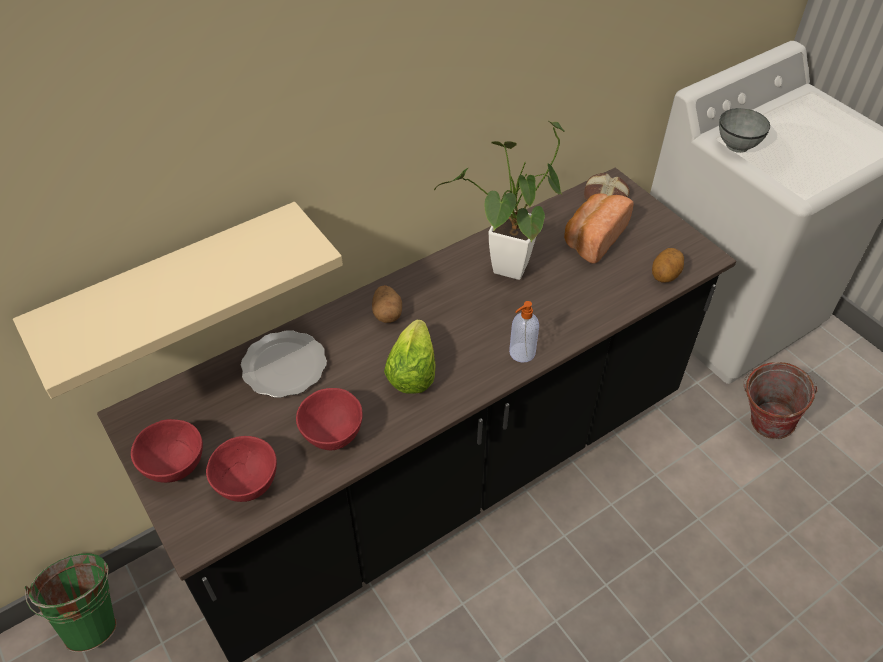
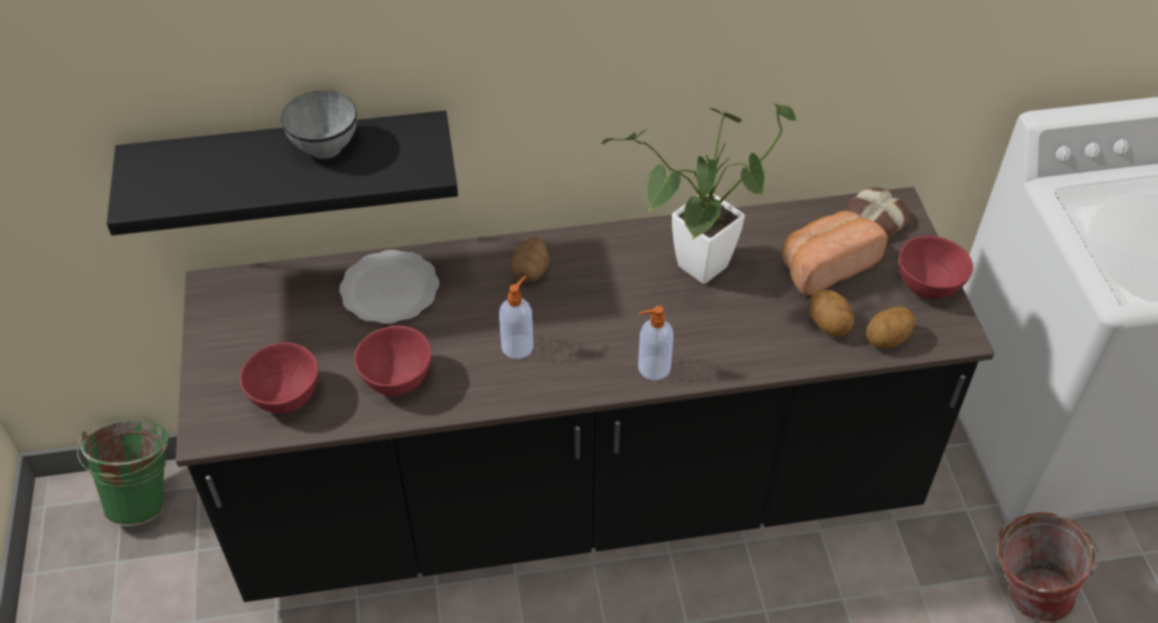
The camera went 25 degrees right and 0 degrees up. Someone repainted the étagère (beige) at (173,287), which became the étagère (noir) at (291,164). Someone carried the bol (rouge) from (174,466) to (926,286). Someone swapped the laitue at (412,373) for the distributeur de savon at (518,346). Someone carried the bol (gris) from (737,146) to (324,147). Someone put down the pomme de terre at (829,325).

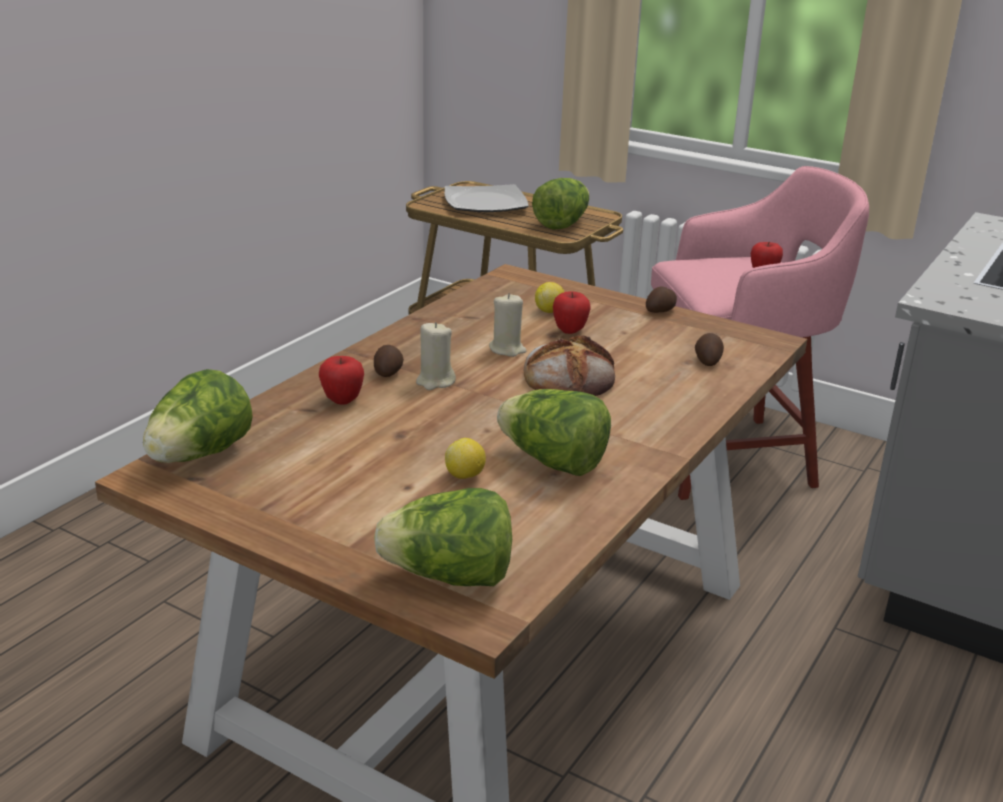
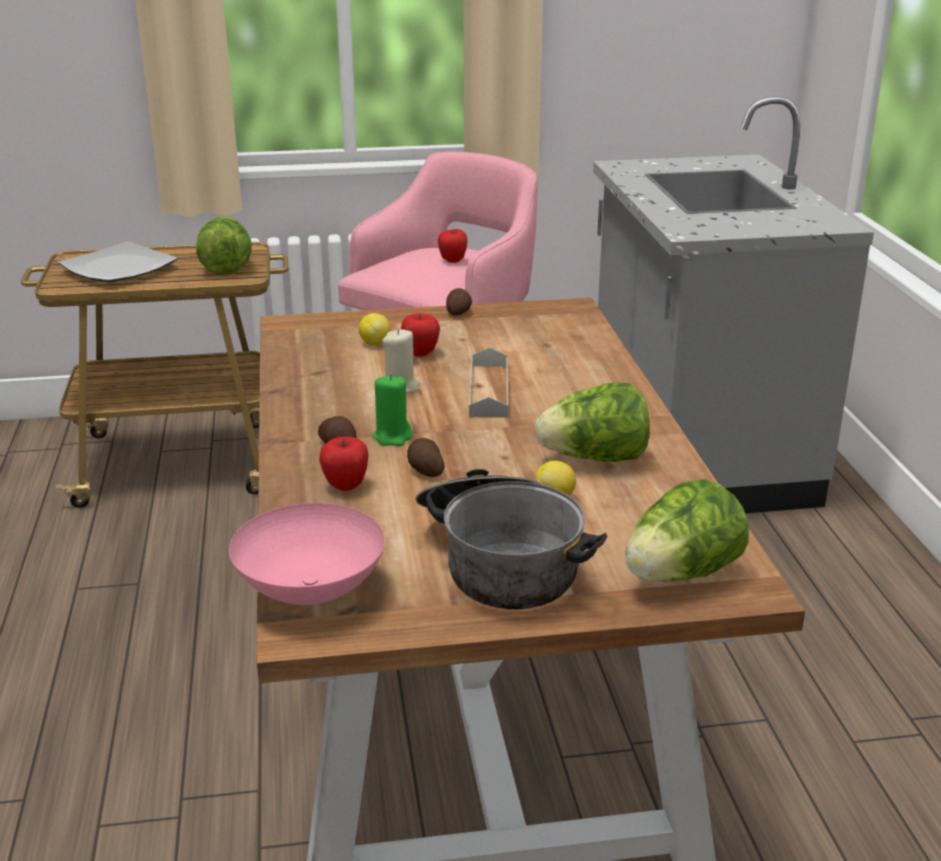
The camera went 40 degrees left and 0 degrees up. Someone swapped the laitue at (200,455) for the bol (rose) at (313,590). Someone repainted the bougie (beige) at (435,381), which became the bougie (vert) at (392,437). Someone swapped the pain at (570,377) for the plateau (gris) at (488,390). Someone carried the pomme de terre from (707,360) to (425,470). Someone put down the marmite at (501,561).

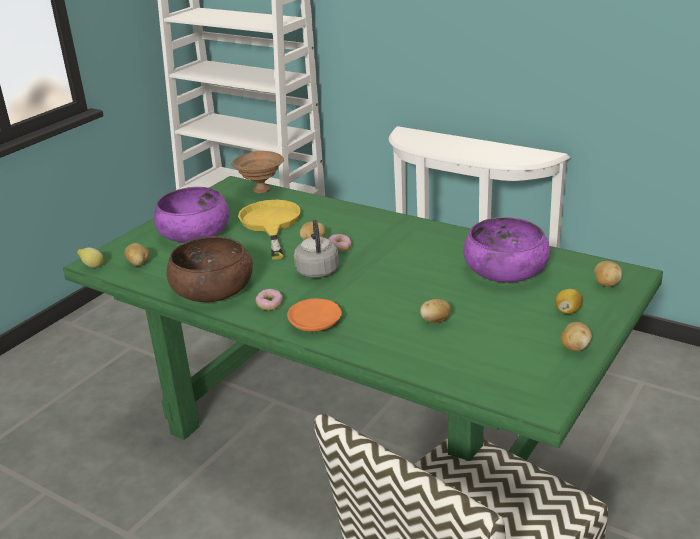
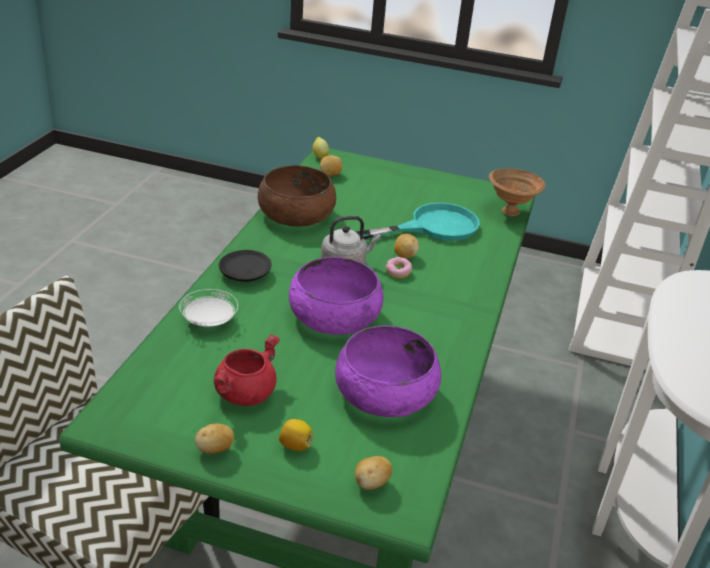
The camera went 70 degrees right and 5 degrees up. Someone carried the bol (violet) from (194,232) to (334,316). Someone repainted the poêle (jaune) at (270,224), which became the poêle (turquoise) at (433,227). Someone took away the beignet at (269,305). Someone repainted the assiette (orange) at (315,323), which became the assiette (noir) at (244,273). Someone took away the pomme de terre at (435,321). Someone put down the assiette (blanc) at (209,321). Someone put down the marmite (rouge) at (245,393).

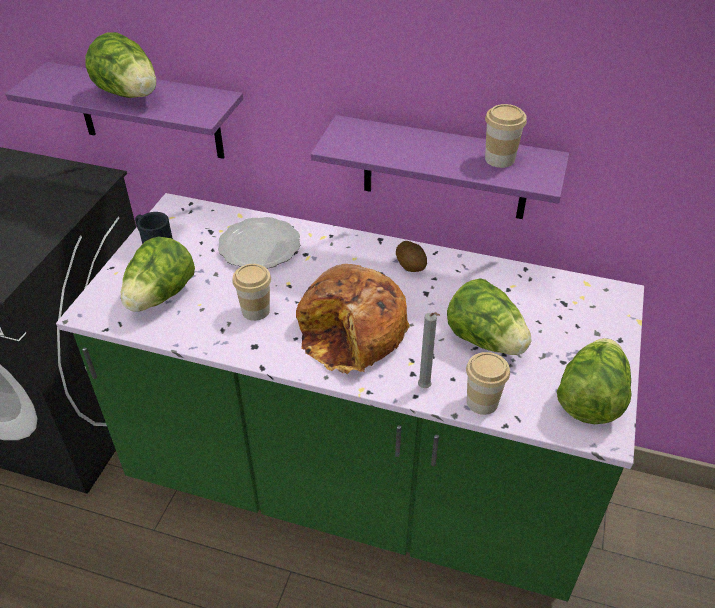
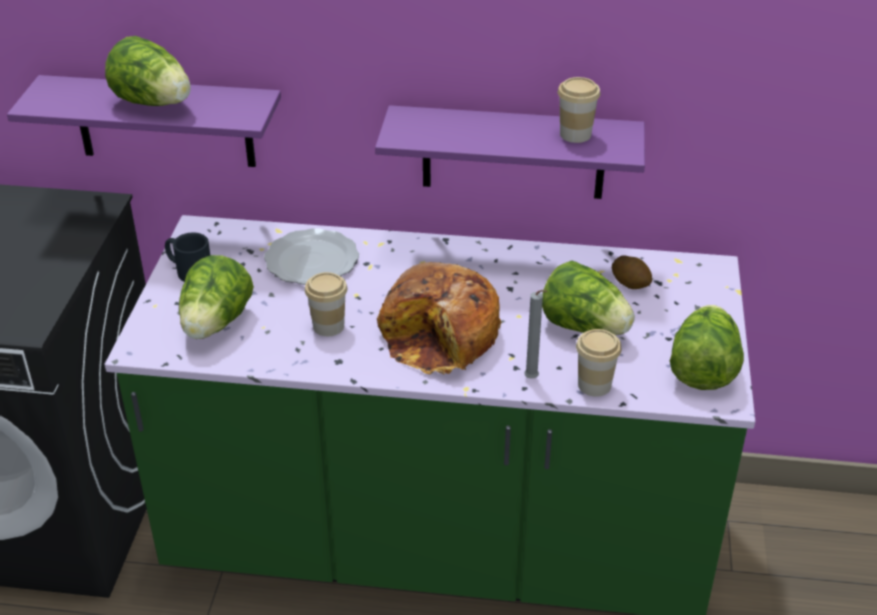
The camera went 10 degrees left and 5 degrees down. Someone carried the pomme de terre from (411,265) to (631,283).

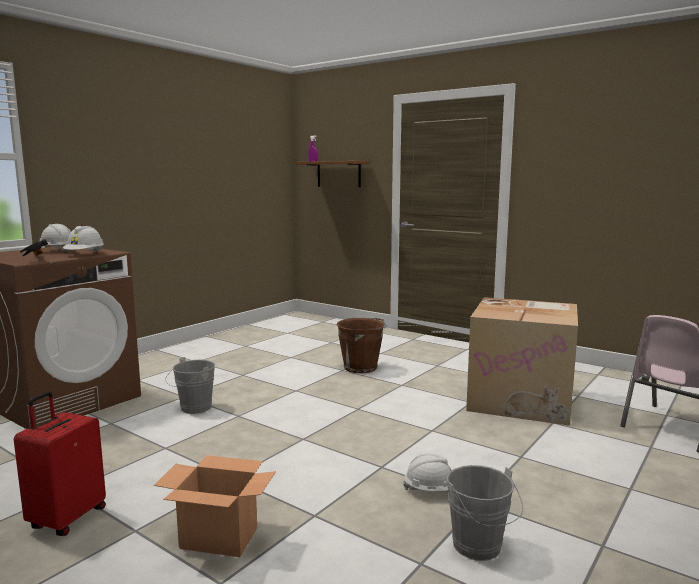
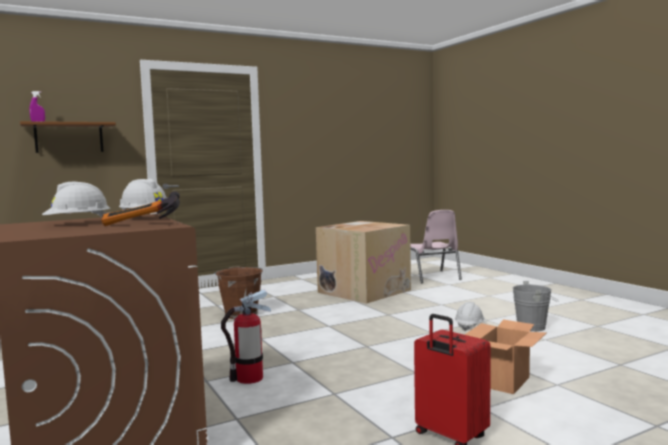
The camera went 65 degrees left and 5 degrees down. Someone swapped the seau (gris) at (193,409) for the extincteur at (249,378).

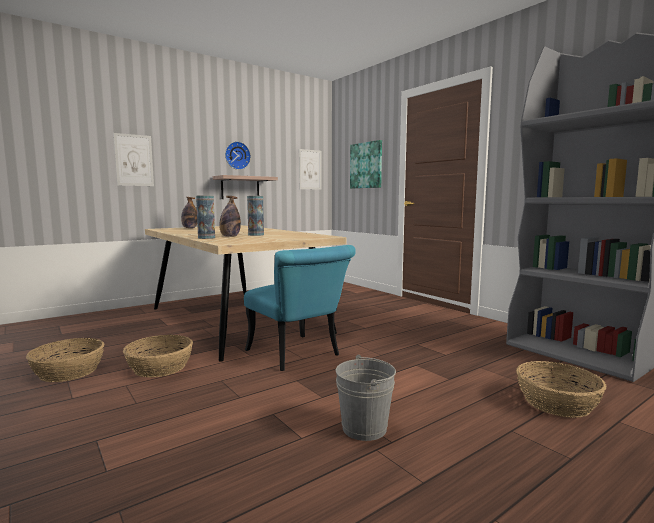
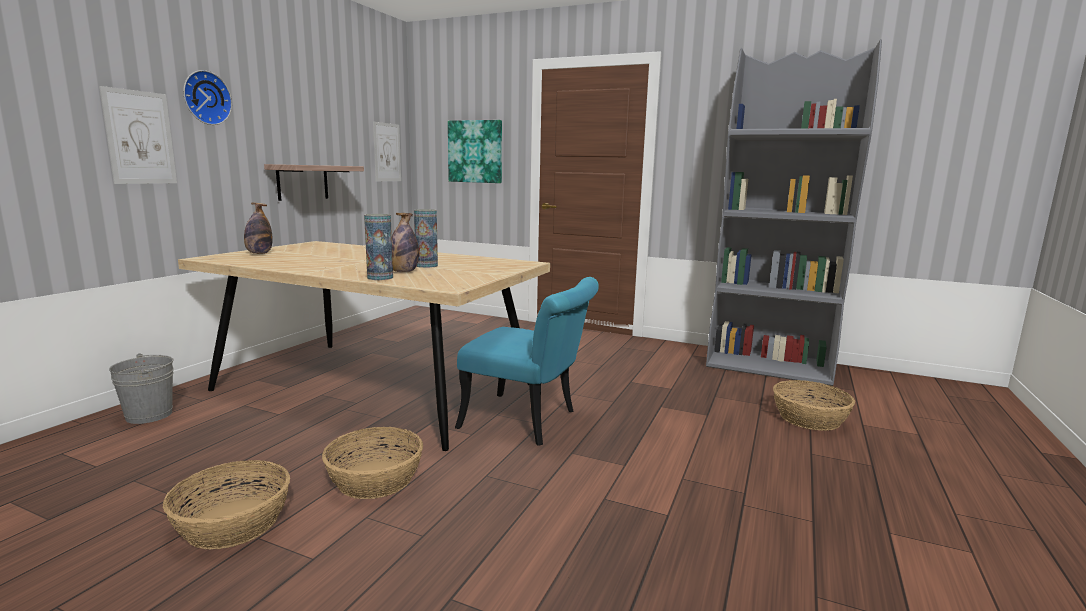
The camera went 30 degrees left and 5 degrees up. Someone carried the horloge murale from (237,155) to (205,98). Someone carried the seau (gris) from (364,428) to (149,415).

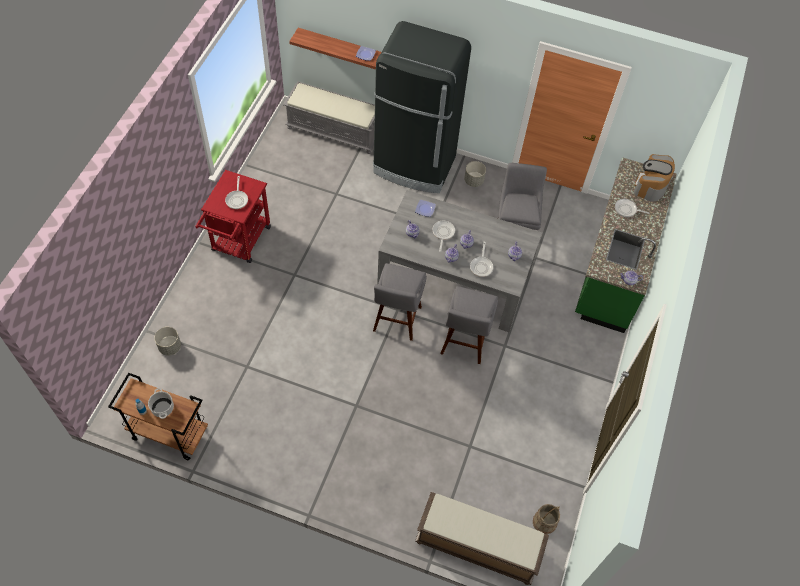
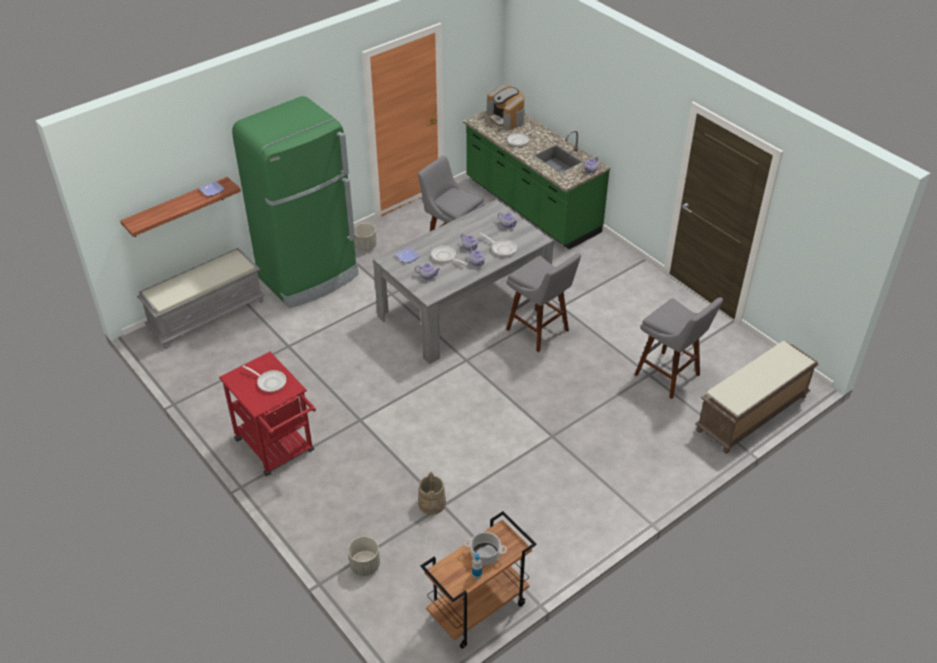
The camera went 55 degrees left and 15 degrees down. Someone repainted the réfrigérateur (noir) at (414,166), which became the réfrigérateur (vert) at (309,277). Someone carried the tabouret (gris) from (396,321) to (670,376). Someone carried the seau (beige) from (544,522) to (432,503).

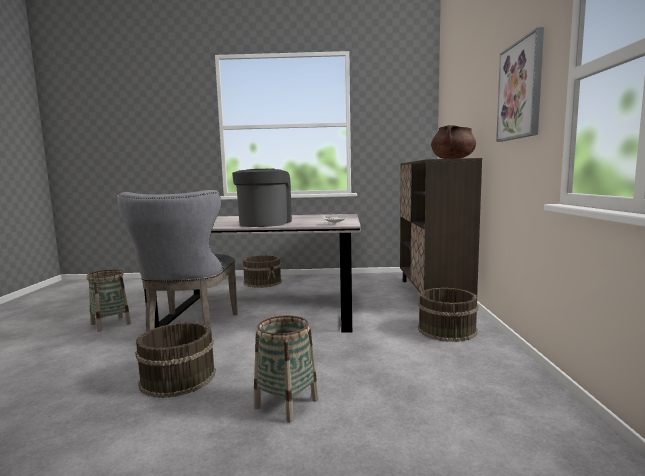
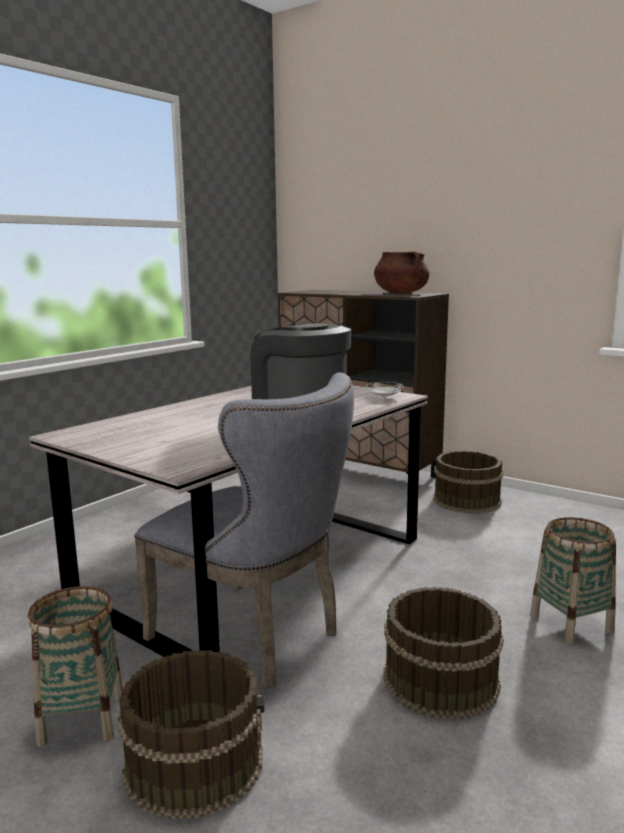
The camera went 55 degrees left and 5 degrees up. Someone carried the seau (marron) from (263,282) to (195,762). Someone took away the tableau at (520,90).

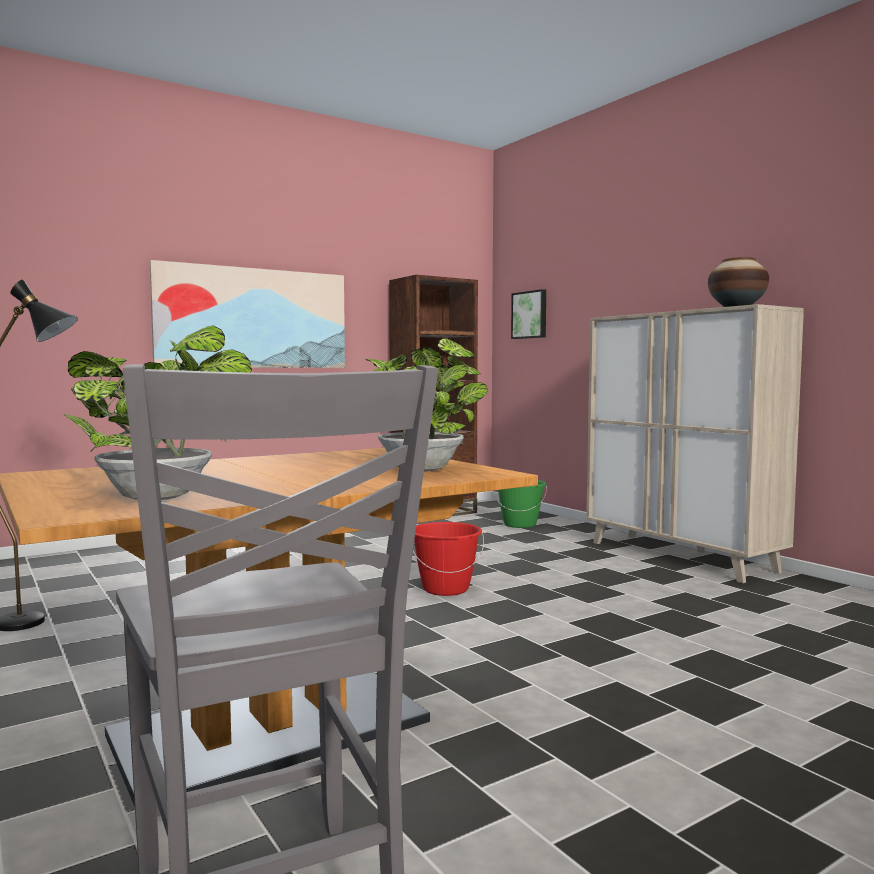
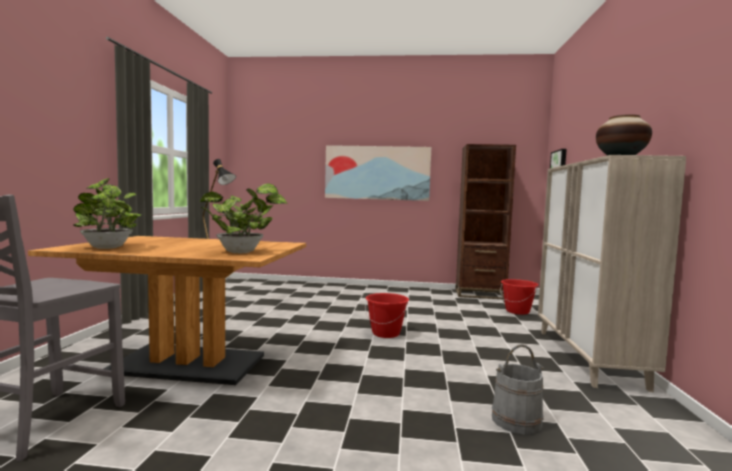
The camera went 40 degrees right and 0 degrees up. Someone repainted the seau (vert) at (520,524), which became the seau (rouge) at (517,311). Someone put down the seau (gris) at (516,421).

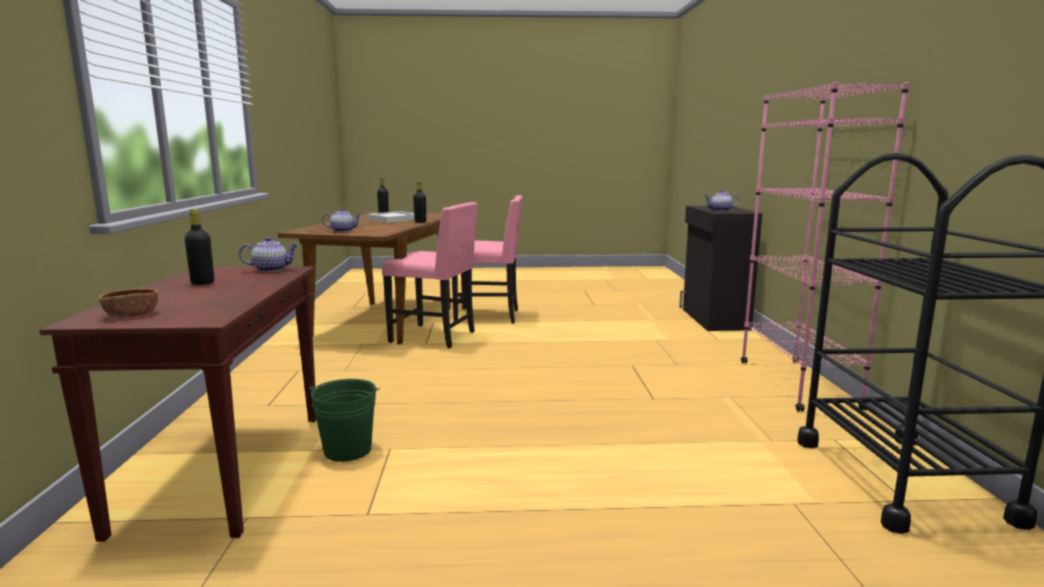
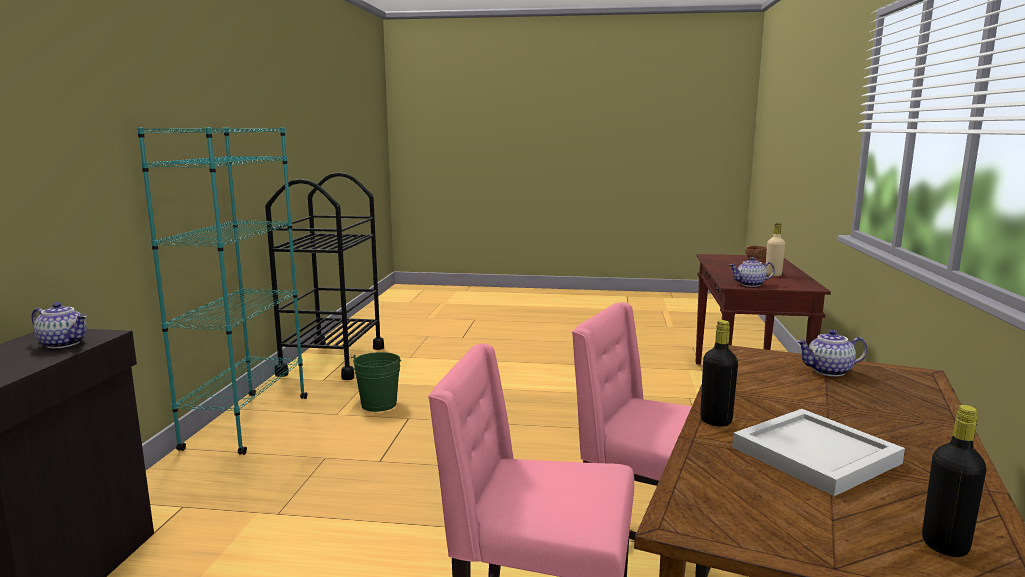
The camera went 170 degrees left and 0 degrees up. Someone repainted the bouteille (noir) at (202,283), which became the bouteille (beige) at (773,275). Someone carried the seau (vert) from (348,450) to (378,404). Someone repainted the bibliothèque (rose) at (797,383), which became the bibliothèque (turquoise) at (247,422).

